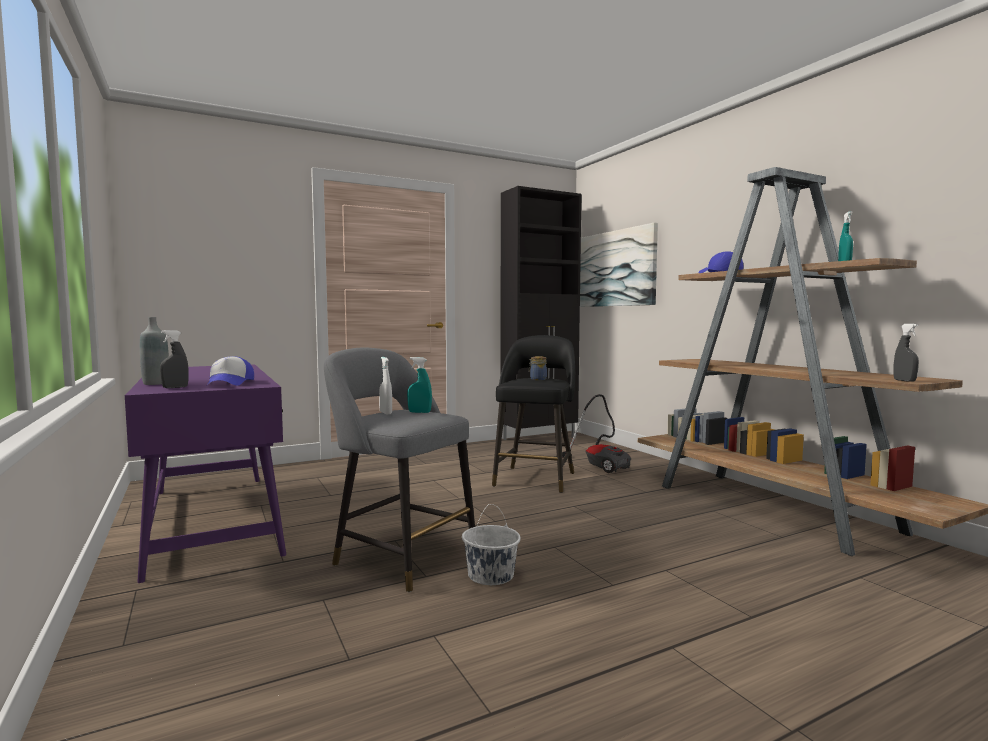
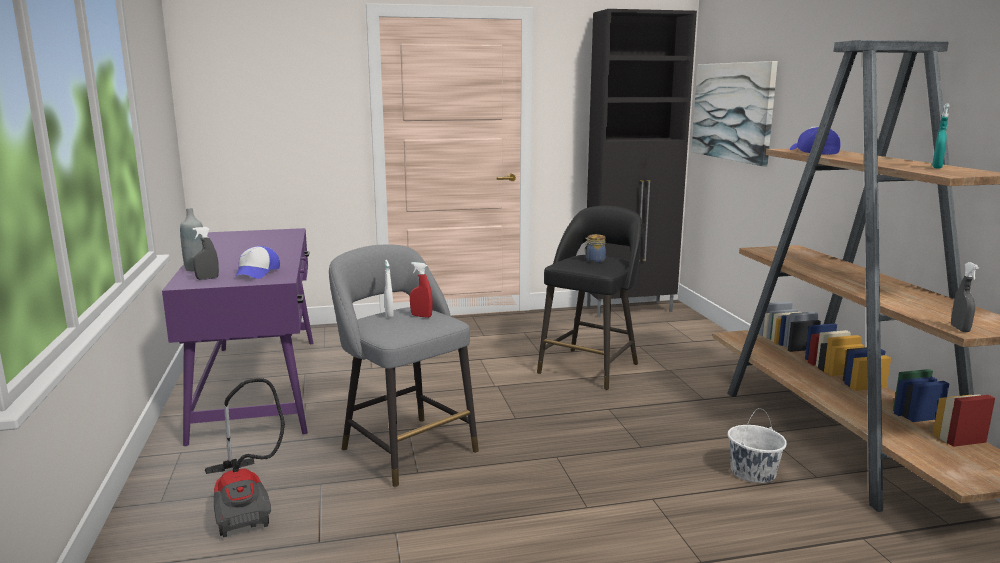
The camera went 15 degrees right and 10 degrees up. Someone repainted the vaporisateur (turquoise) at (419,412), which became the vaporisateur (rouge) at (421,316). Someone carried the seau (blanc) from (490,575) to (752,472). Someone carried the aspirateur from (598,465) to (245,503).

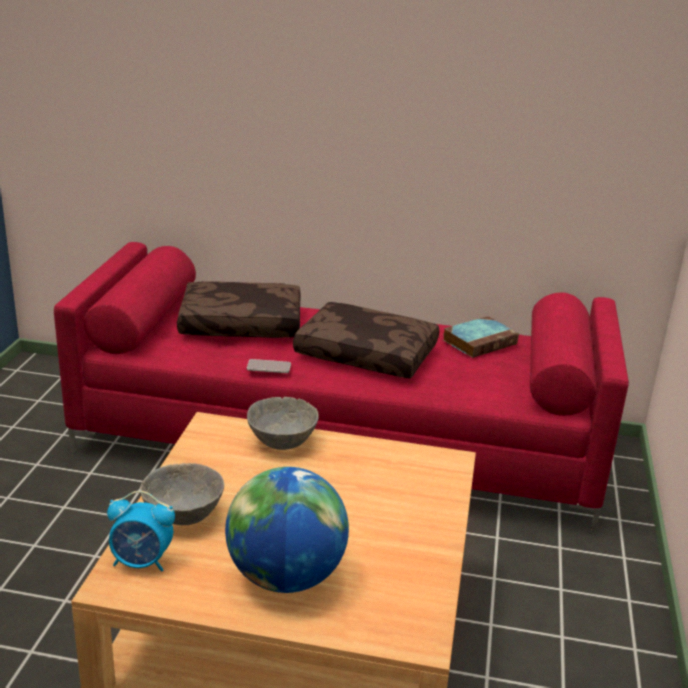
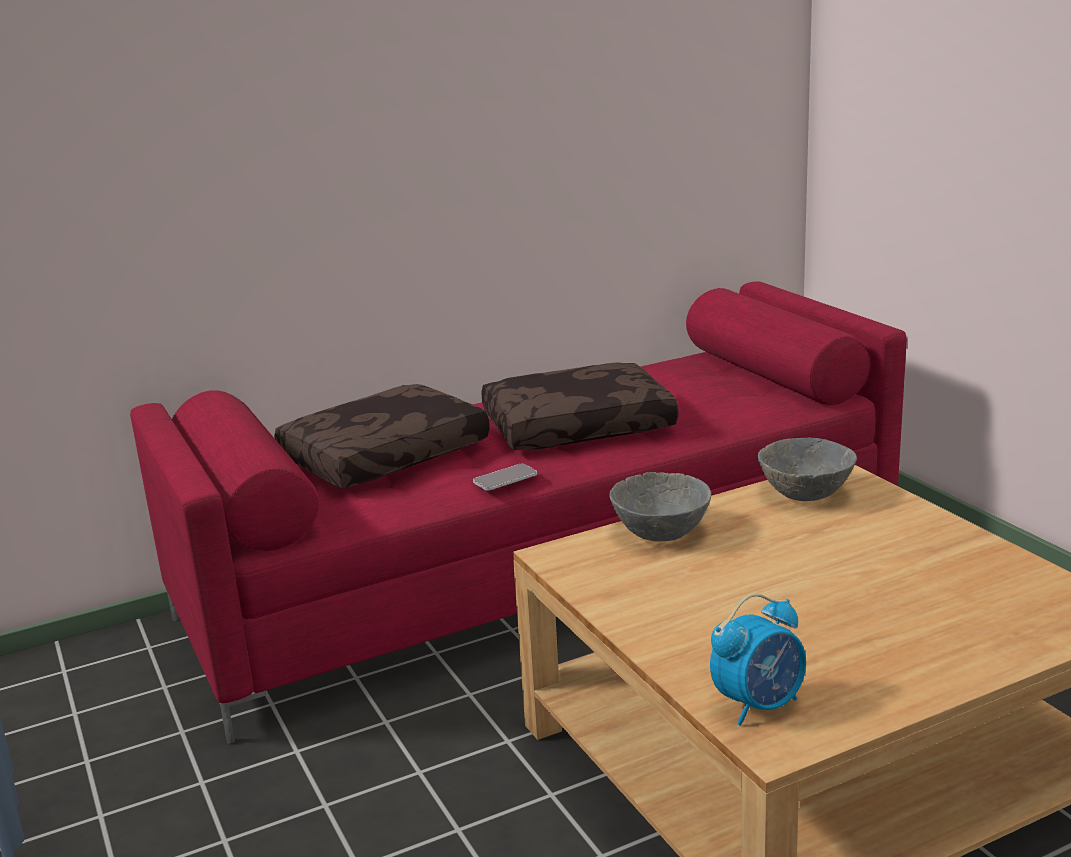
The camera went 35 degrees left and 5 degrees down. Someone carried the bol (gris) from (183,515) to (805,494). Someone took away the globe at (285,577). Someone took away the livre at (480,341).

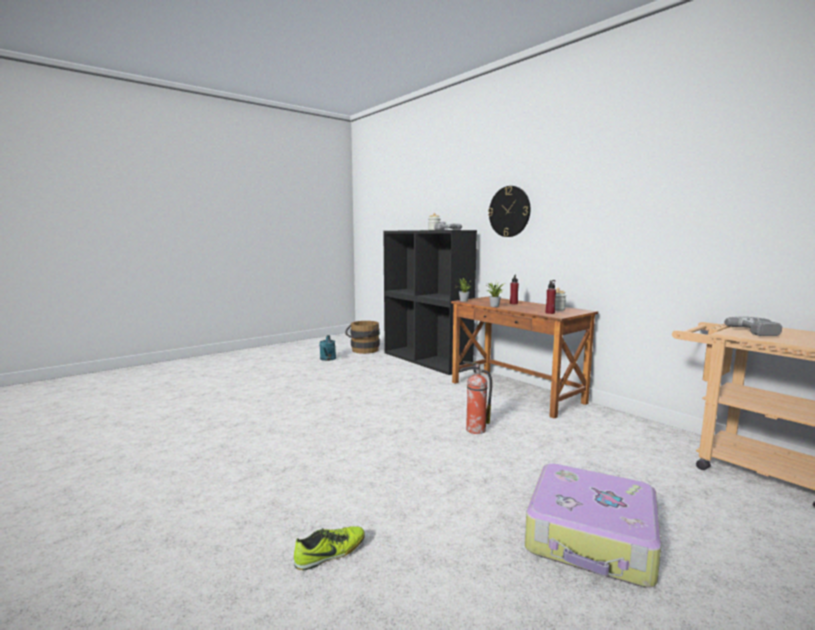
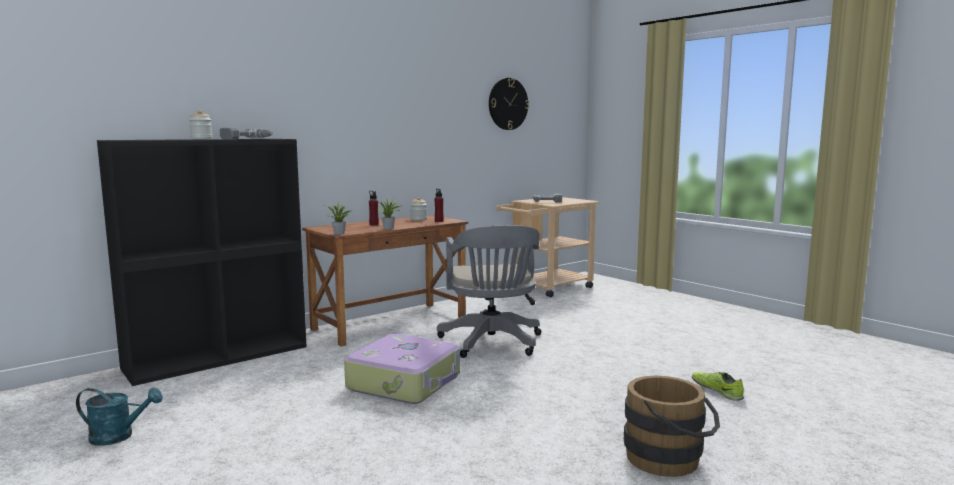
The camera went 90 degrees left and 0 degrees up. Someone carried the seau (marron) from (363,350) to (669,460). Someone swapped the extincteur at (474,430) for the chaise de bureau (gris) at (492,344). Someone carried the horloge murale from (509,211) to (508,104). Someone carried the valise from (591,538) to (405,382).

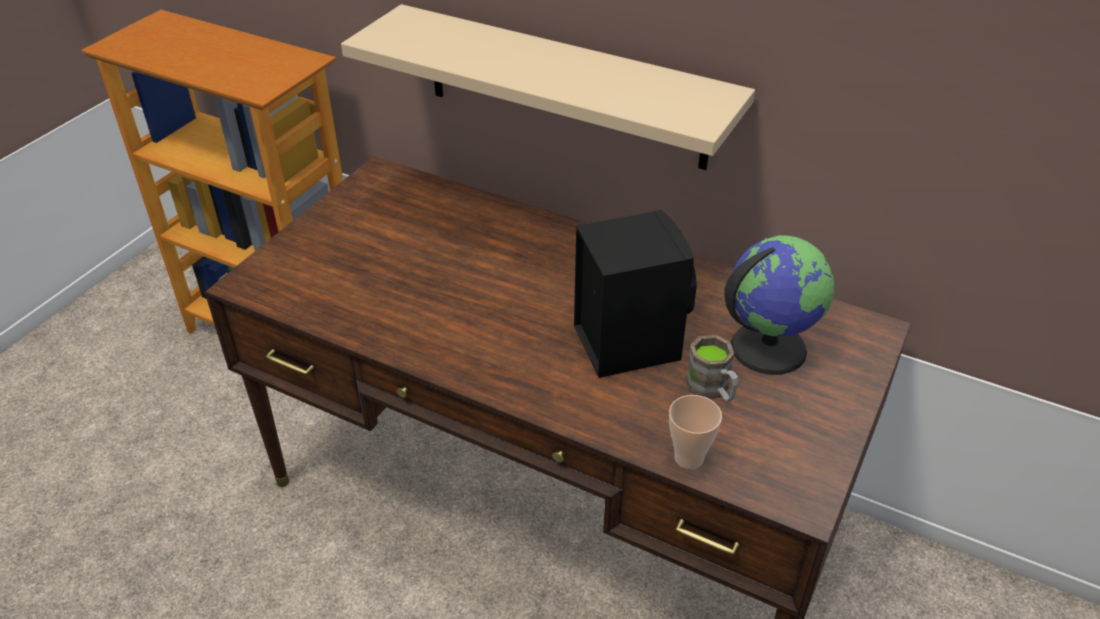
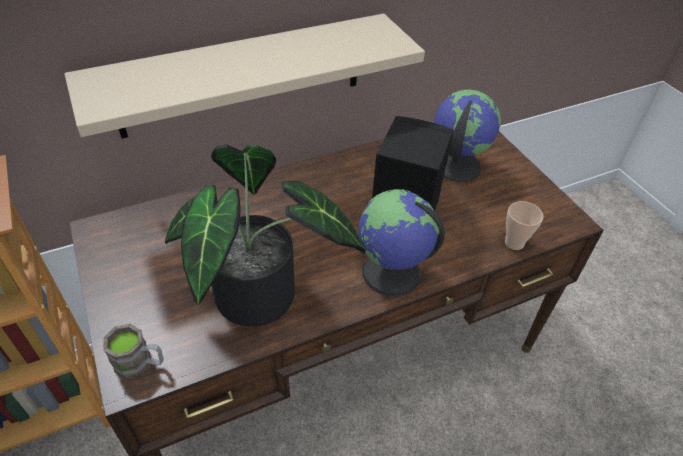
The camera went 55 degrees left and 5 degrees up. Someone carried the mug (marron) from (712,390) to (140,363). Someone put down the plante en pot at (263,300). Someone put down the globe at (391,273).

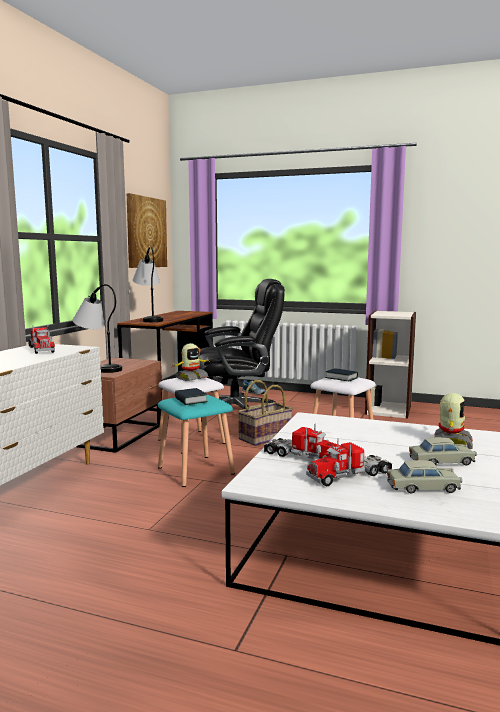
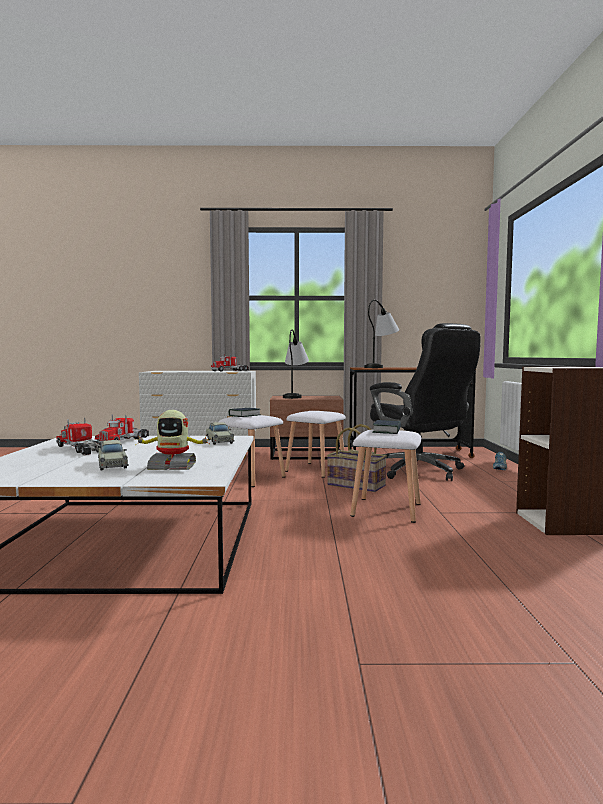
The camera went 70 degrees right and 5 degrees down. Someone took away the tableau at (146,232). Someone repainted the tabouret (turquoise) at (197,471), which became the tabouret (blanc) at (251,478). Someone took away the robot jouet at (191,378). Someone carried the petite voiture (beige) from (423,487) to (219,441).

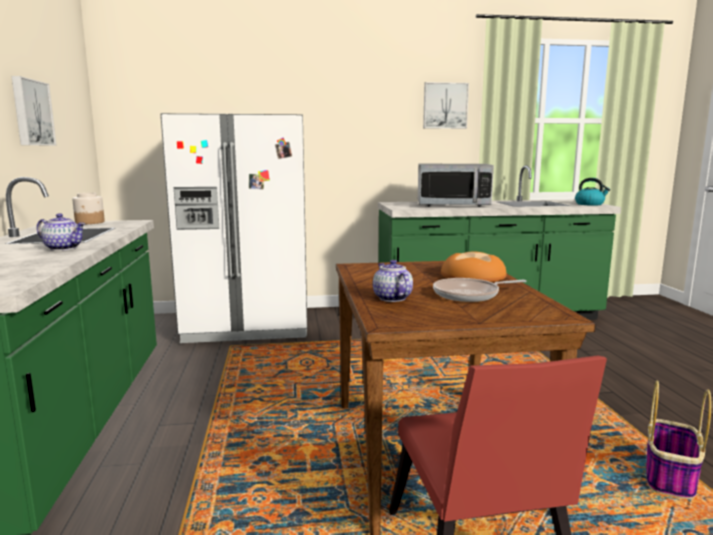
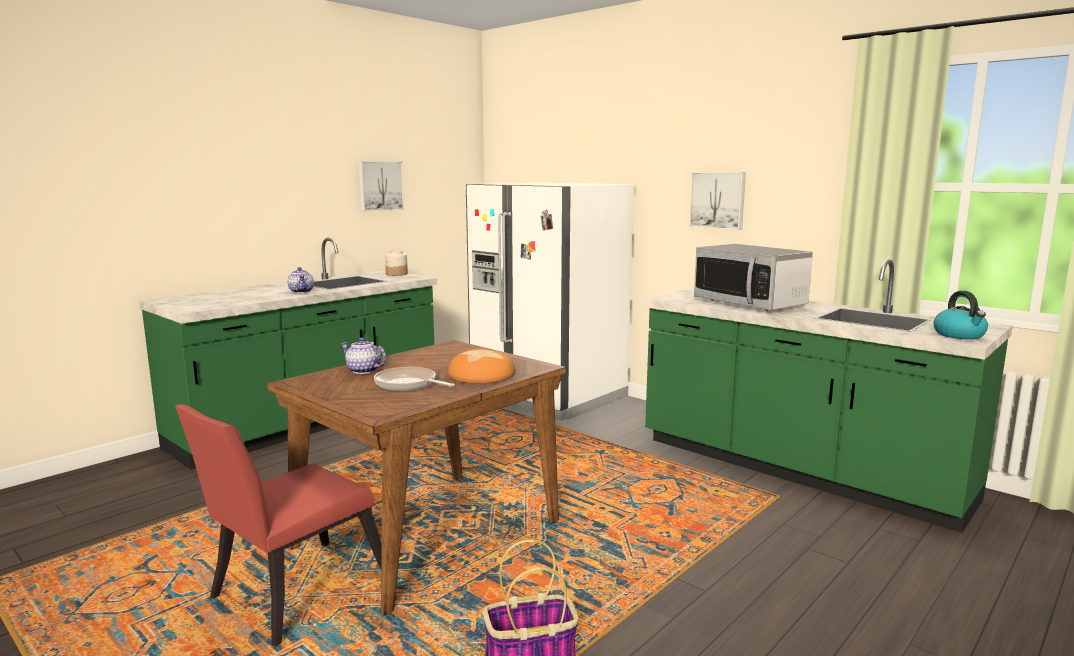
The camera went 50 degrees right and 0 degrees up. Someone rotated the théière at (391,298) by 90 degrees counterclockwise. Someone carried the tableau from (445,106) to (718,200).

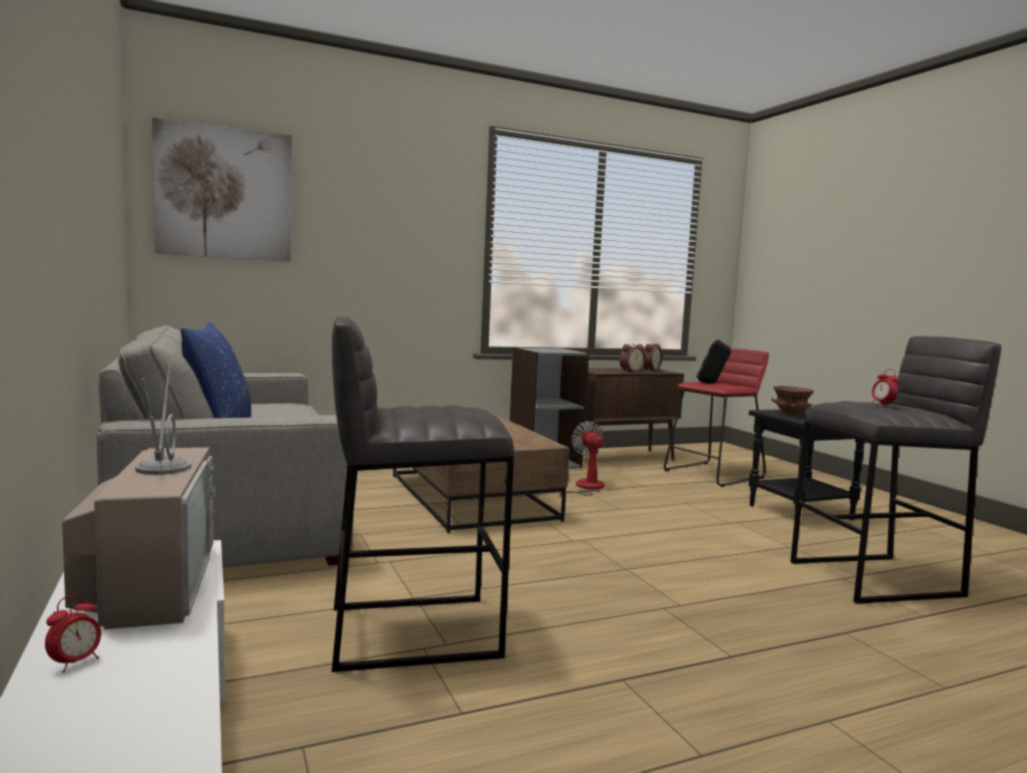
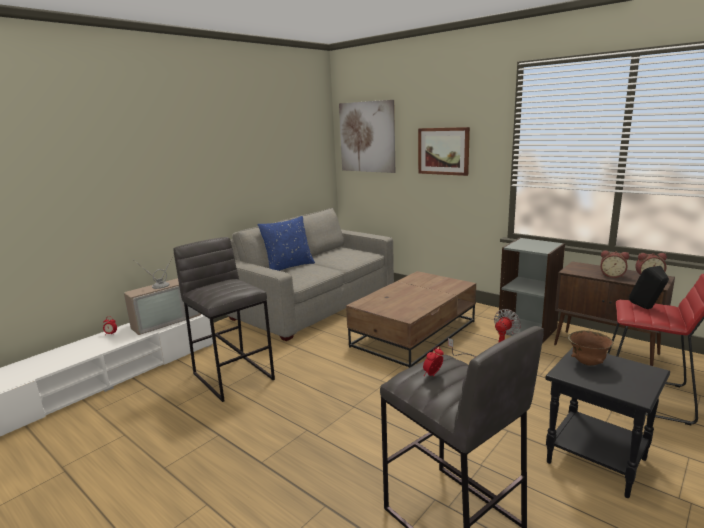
The camera went 65 degrees right and 10 degrees up. Someone put up the tableau at (443,151).

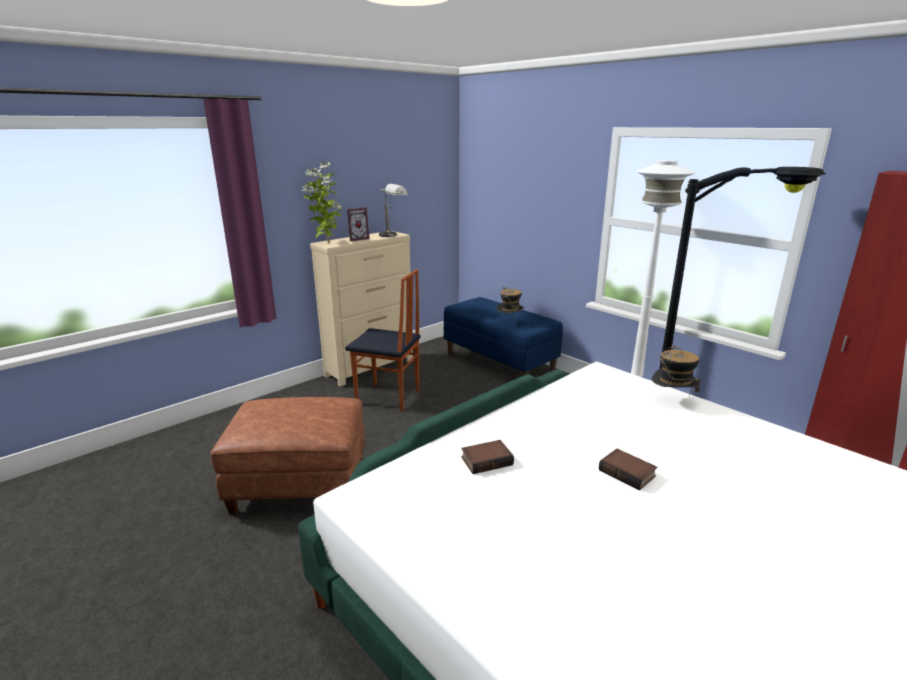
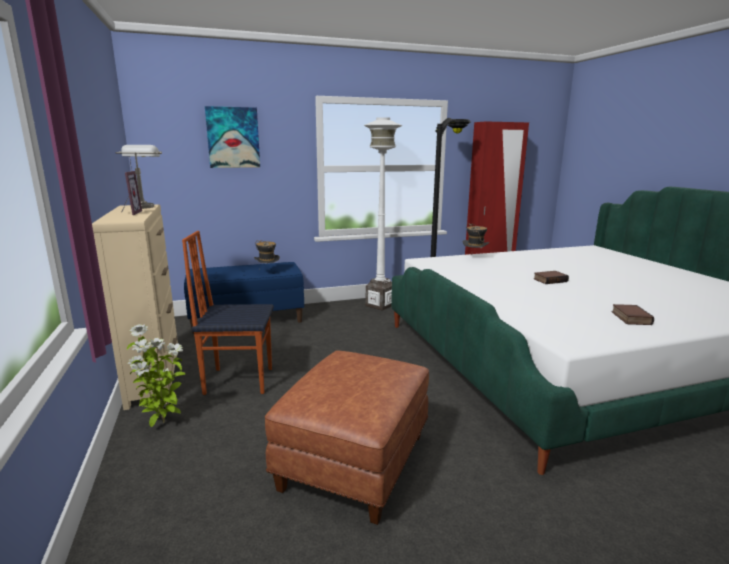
The camera went 65 degrees left and 5 degrees down. Someone carried the plante en pot from (327,243) to (162,424). Someone rotated the chaise at (388,398) by 135 degrees counterclockwise. Someone carried the livre from (487,460) to (629,318). Someone put up the tableau at (233,137).

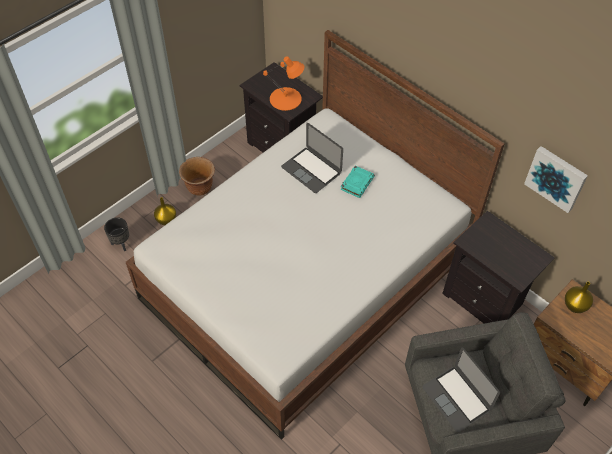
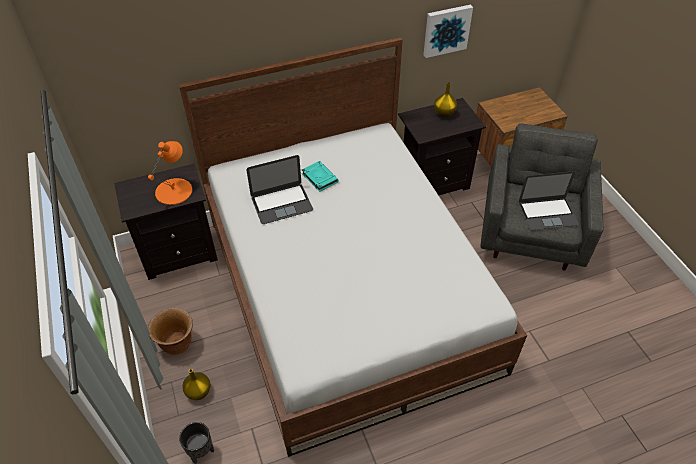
The camera went 65 degrees left and 5 degrees down. Someone carried the vase (jaune) from (574,305) to (443,113).

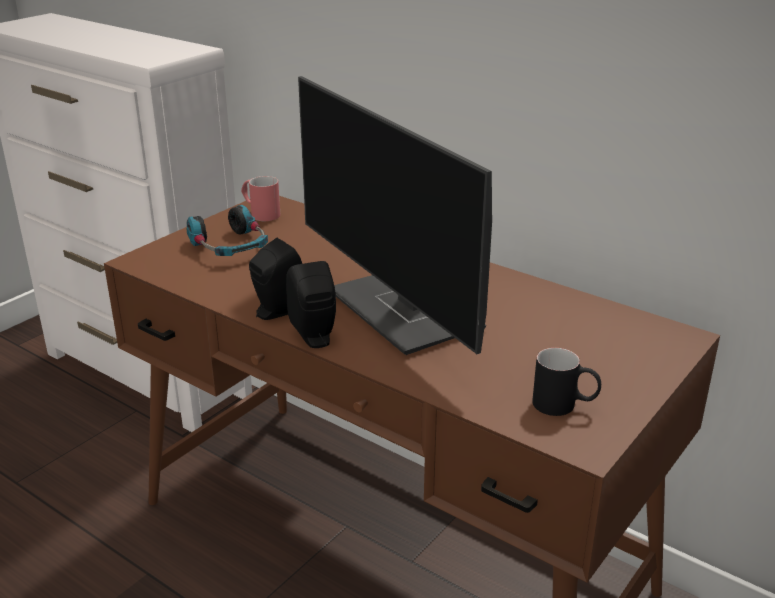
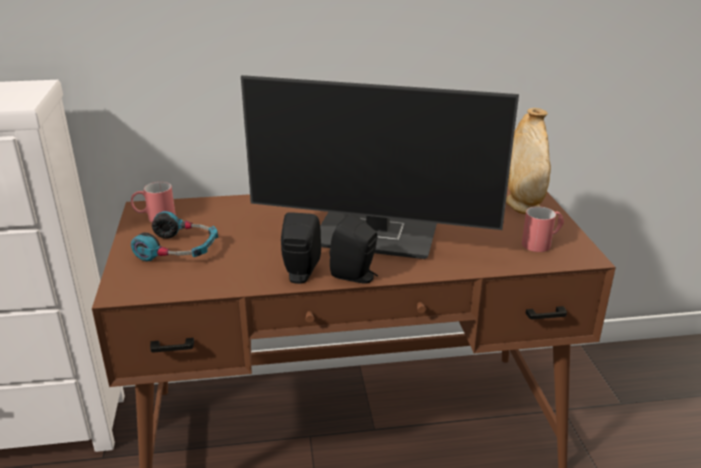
The camera went 45 degrees left and 0 degrees up. Someone repainted the mug (noir) at (564,405), which became the mug (rouge) at (542,243). Someone put down the vase (beige) at (522,206).

